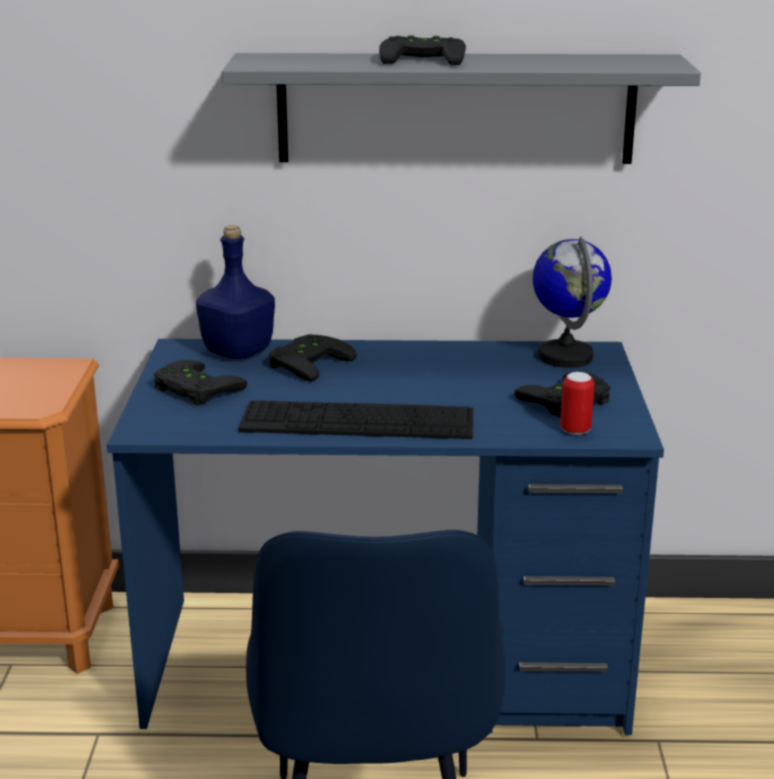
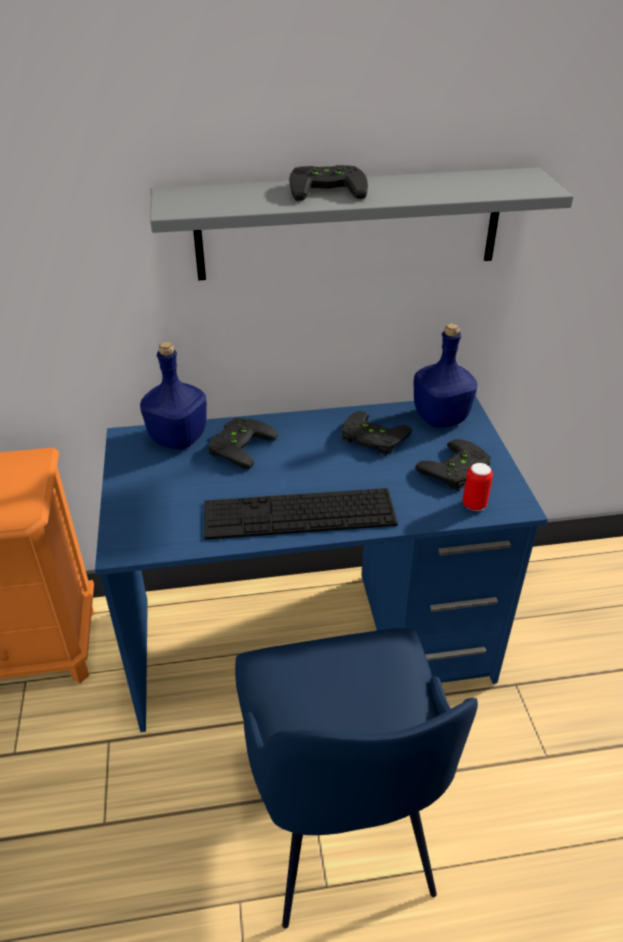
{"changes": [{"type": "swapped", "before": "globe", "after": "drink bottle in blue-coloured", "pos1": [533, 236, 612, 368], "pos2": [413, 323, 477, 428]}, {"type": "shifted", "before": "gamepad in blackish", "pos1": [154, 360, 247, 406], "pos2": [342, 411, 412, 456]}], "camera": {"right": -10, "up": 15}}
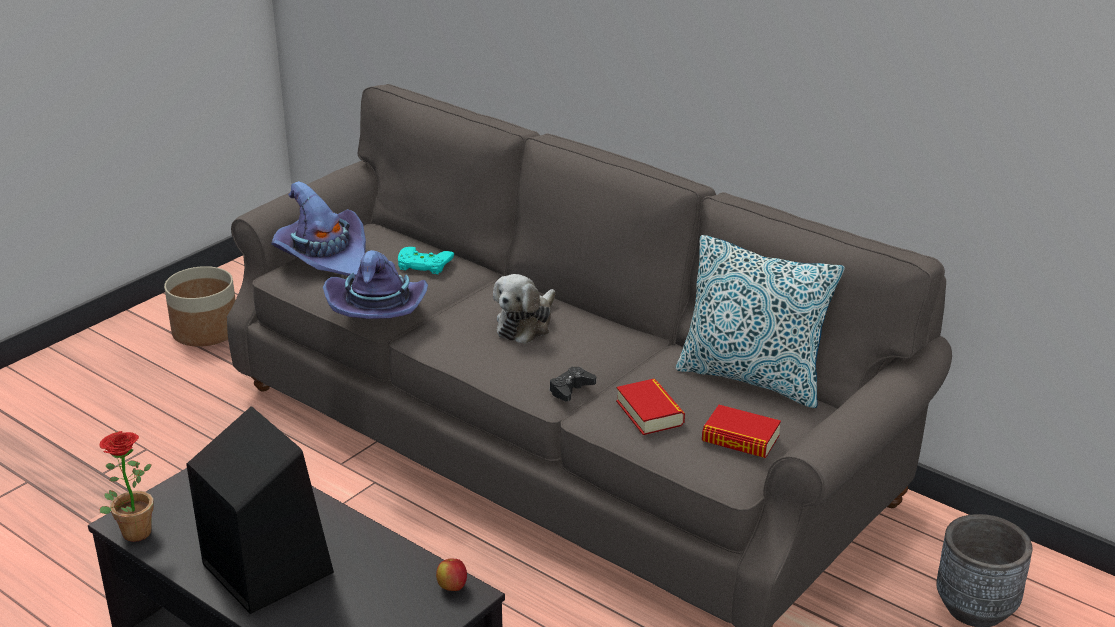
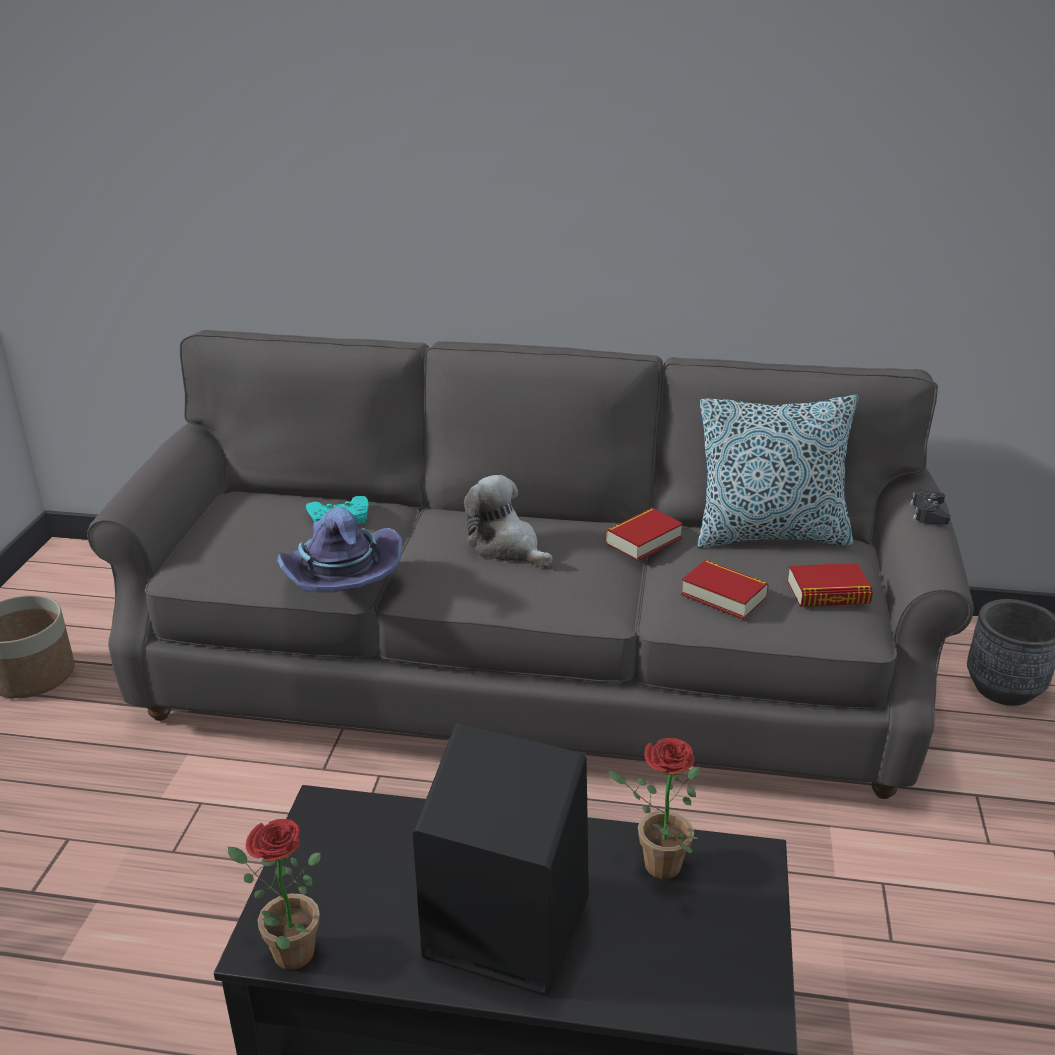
{"changes": [{"type": "gone", "before": "hat in purple-coloured", "pos1": [271, 181, 366, 277]}, {"type": "rotated", "before": "cuddly toy", "pos1": [493, 274, 555, 344], "pos2": [464, 475, 552, 567], "turn": 135}, {"type": "shifted", "before": "gamepad in blackish", "pos1": [549, 367, 596, 401], "pos2": [910, 489, 951, 524]}, {"type": "gone", "before": "apple fruit", "pos1": [436, 559, 467, 591]}, {"type": "new", "after": "book", "pos2": [605, 508, 683, 561]}, {"type": "new", "after": "plant in a pot", "pos2": [607, 738, 699, 879]}], "camera": {"right": -30, "up": 0}}
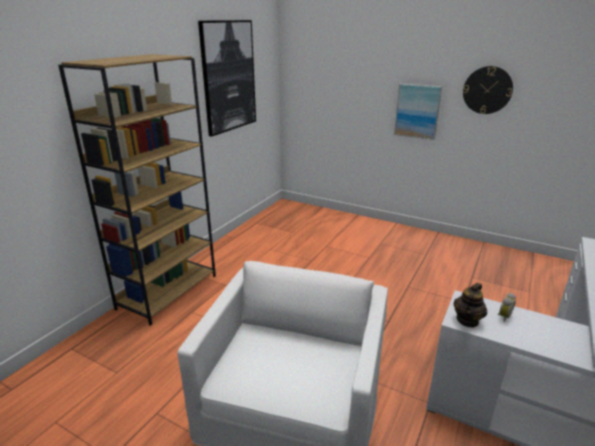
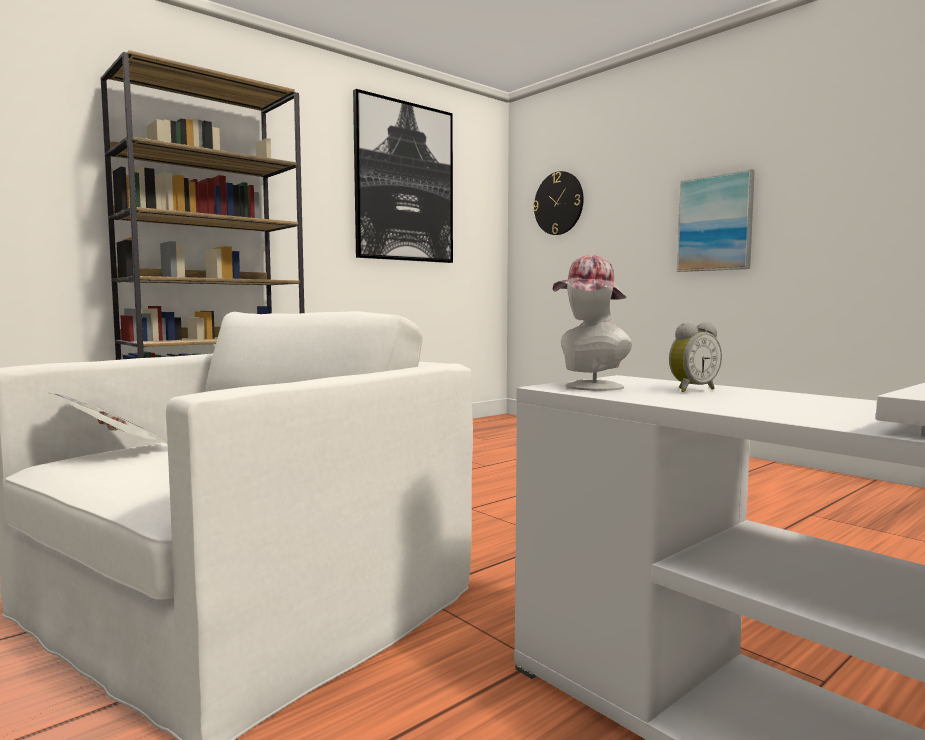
{"changes": [{"type": "shifted", "before": "wall clock", "pos1": [463, 66, 513, 114], "pos2": [533, 171, 584, 235]}, {"type": "swapped", "before": "pot for tea", "after": "hat", "pos1": [453, 283, 487, 328], "pos2": [553, 255, 632, 391]}, {"type": "new", "after": "newspaper", "pos2": [52, 393, 168, 444]}], "camera": {"right": 20, "up": -20}}
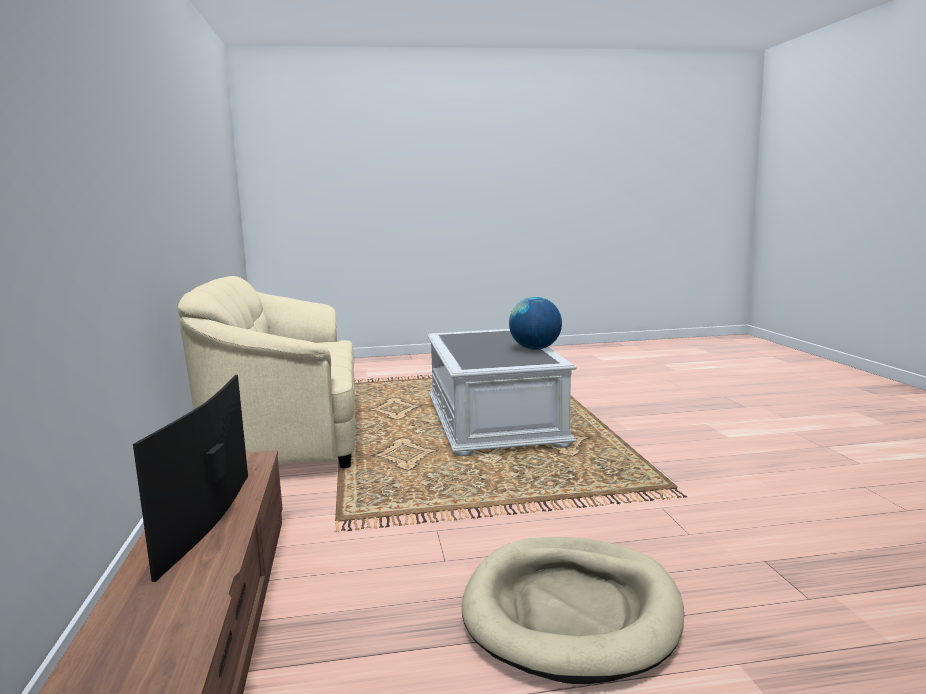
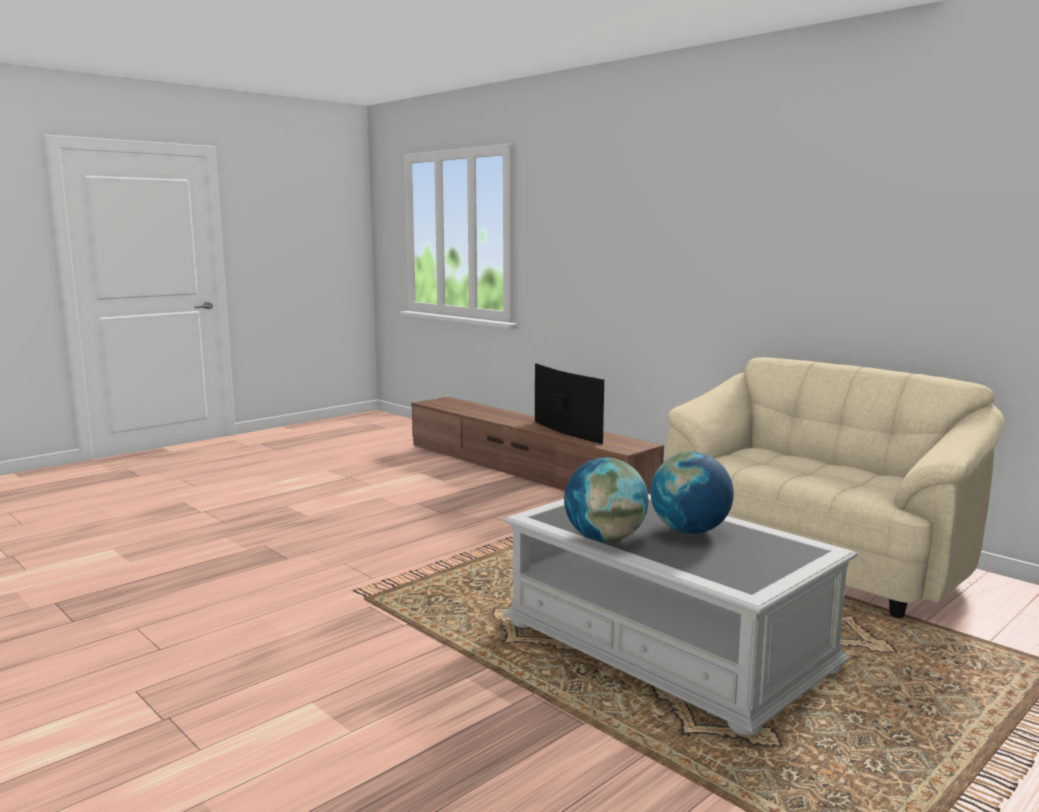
{"changes": [{"type": "gone", "before": "dog bed in beige", "pos1": [462, 537, 684, 684]}, {"type": "new", "after": "globe", "pos2": [650, 452, 734, 534]}], "camera": {"right": 145, "up": 0}}
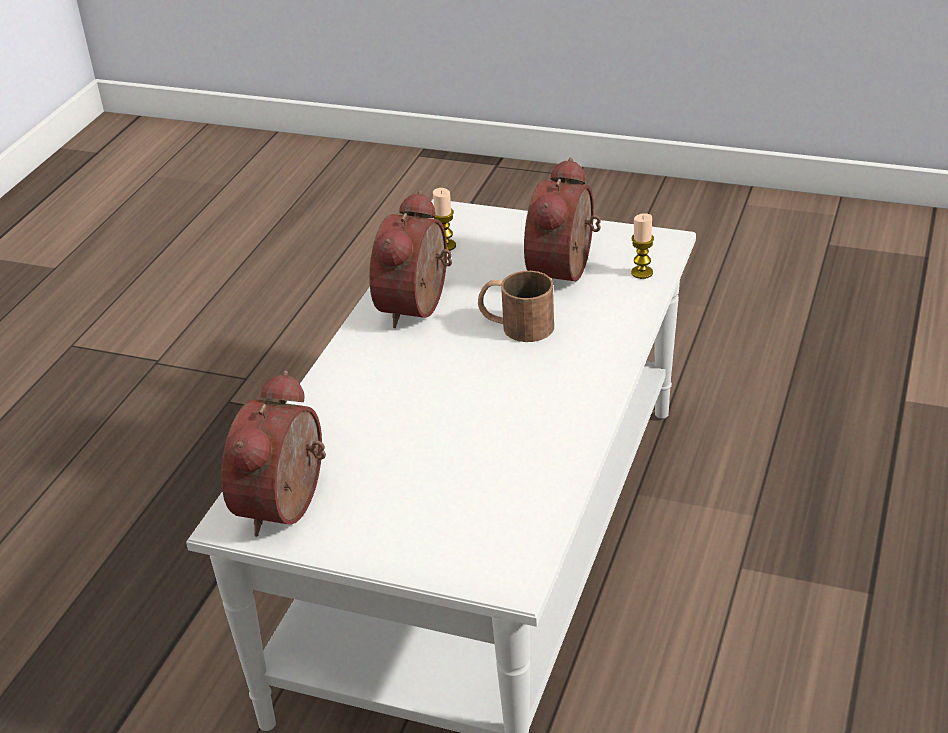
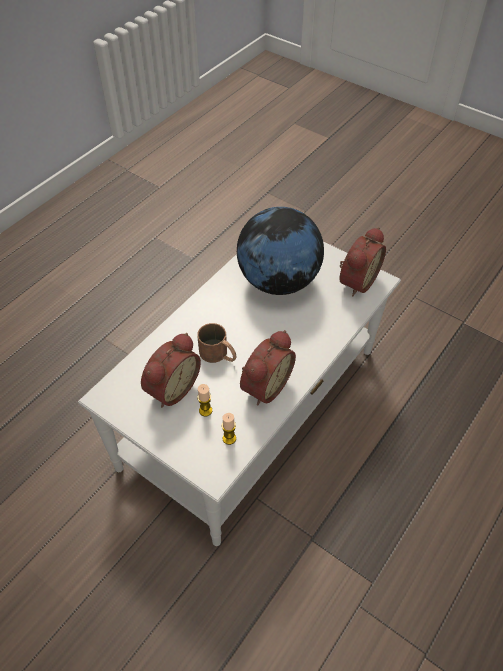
{"changes": [{"type": "shifted", "before": "wax candle", "pos1": [631, 213, 654, 279], "pos2": [197, 384, 212, 417]}, {"type": "new", "after": "globe", "pos2": [237, 207, 324, 295]}], "camera": {"right": -165, "up": 15}}
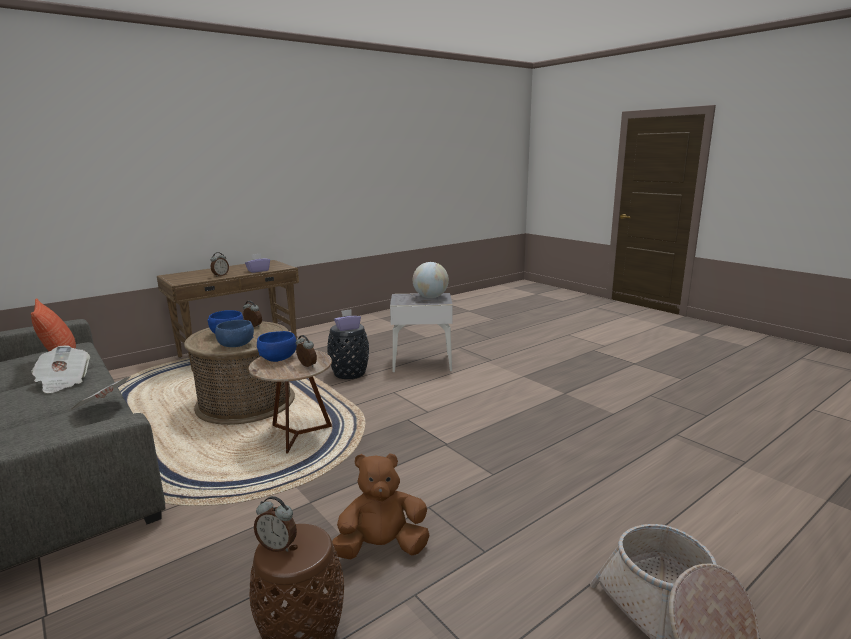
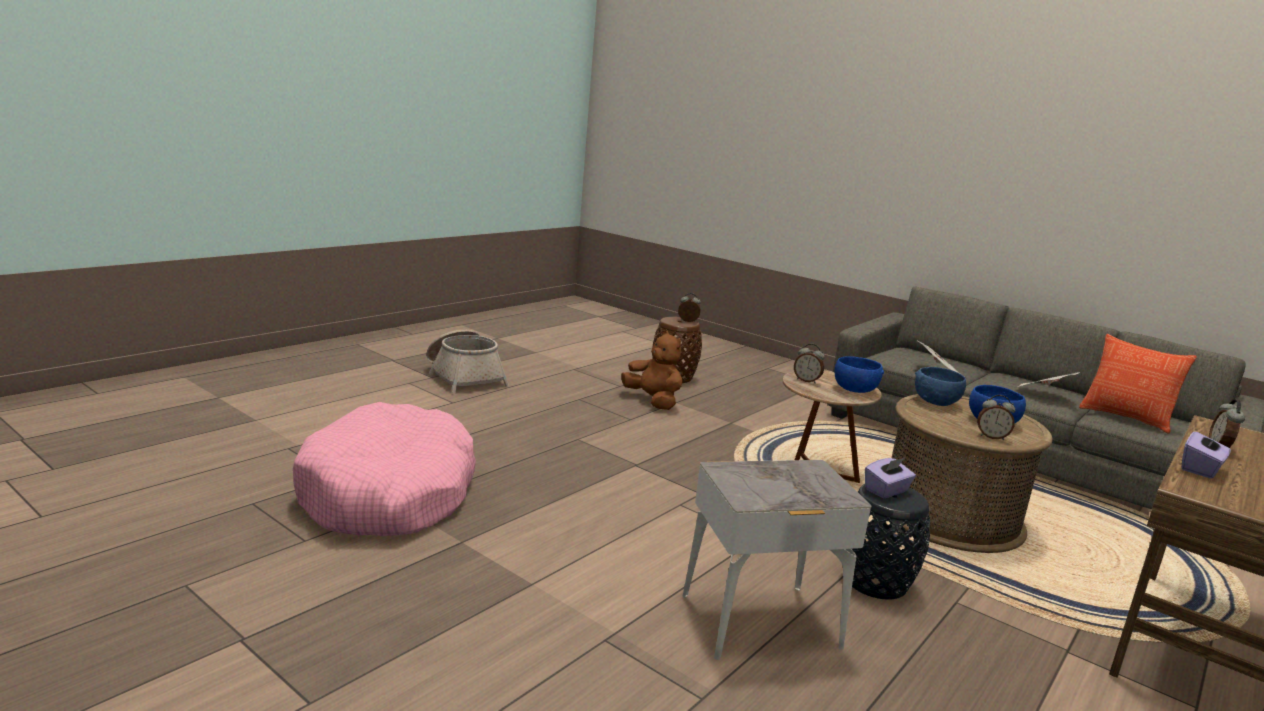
{"changes": [{"type": "gone", "before": "globe", "pos1": [413, 262, 449, 298]}, {"type": "rotated", "before": "cuddly toy in brown", "pos1": [332, 453, 430, 559], "pos2": [621, 331, 683, 410], "turn": -105}, {"type": "new", "after": "dog bed in pinkish", "pos2": [293, 402, 476, 536]}], "camera": {"right": 165, "up": 0}}
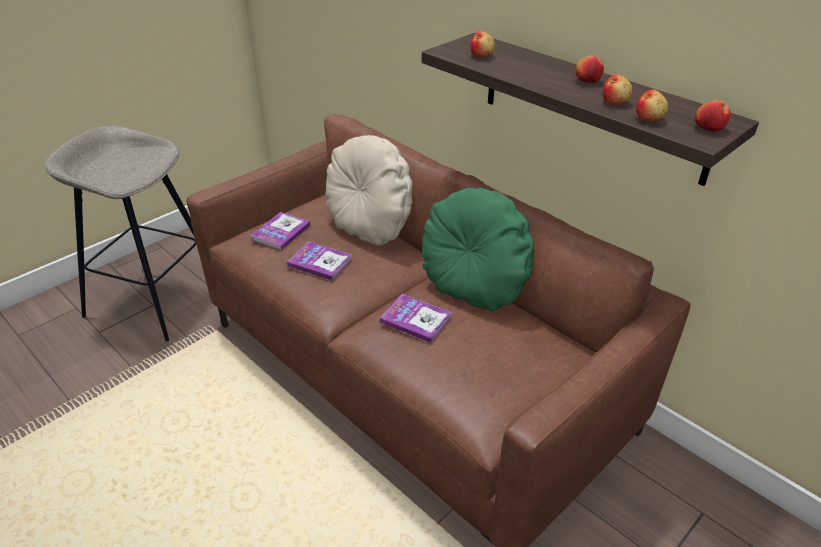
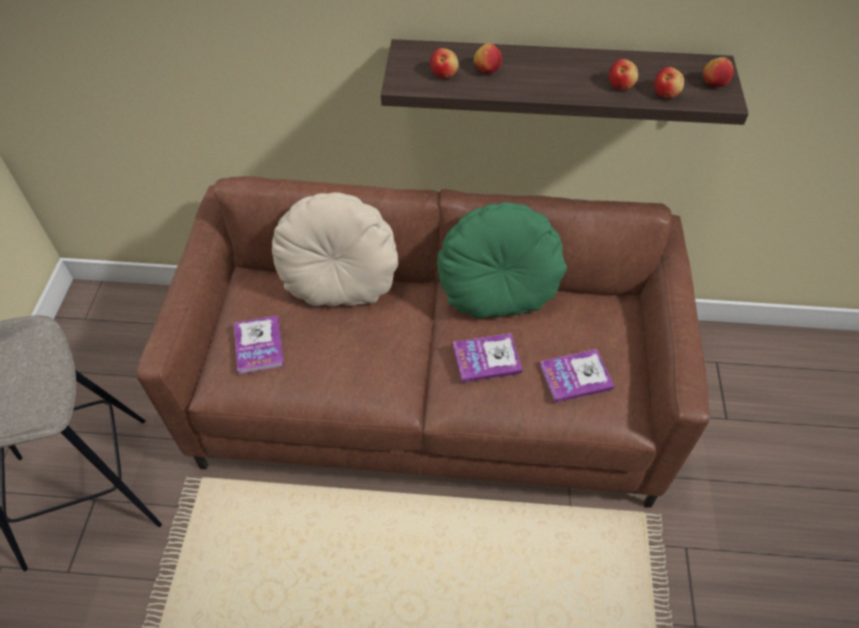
{"changes": [{"type": "shifted", "before": "apple fruit", "pos1": [576, 55, 604, 83], "pos2": [474, 43, 502, 74]}, {"type": "shifted", "before": "book", "pos1": [287, 242, 352, 281], "pos2": [539, 349, 615, 403]}], "camera": {"right": -40, "up": 15}}
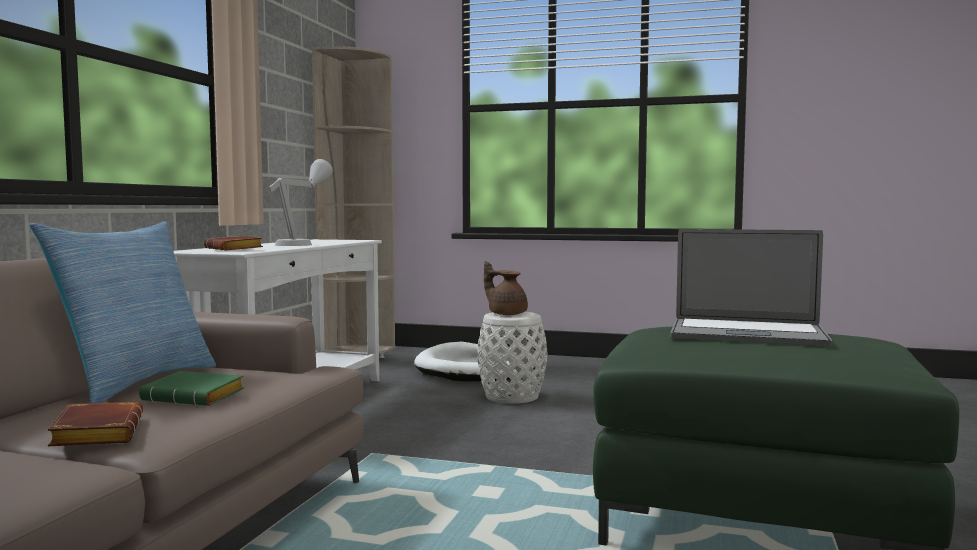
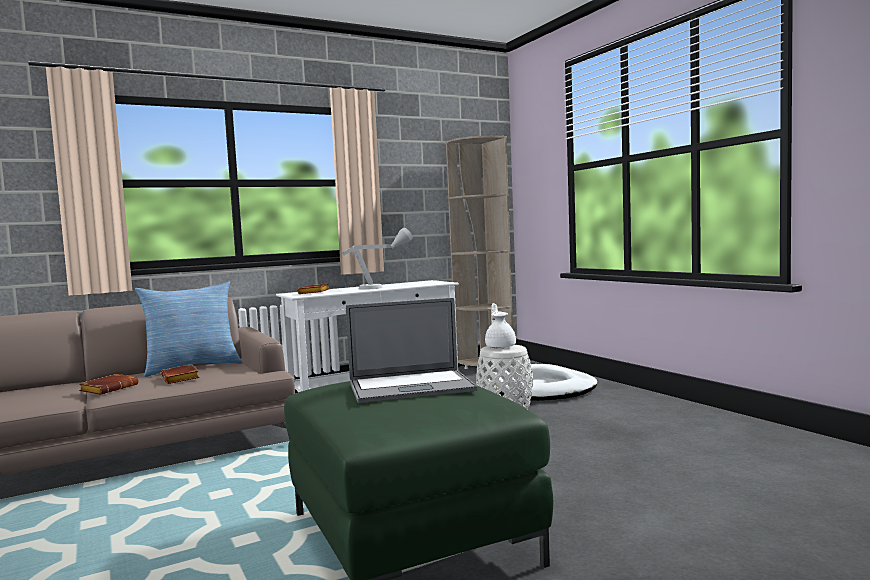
{"changes": [{"type": "rotated", "before": "laptop", "pos1": [671, 229, 832, 346], "pos2": [346, 298, 478, 403], "turn": -75}, {"type": "repainted", "before": "pot for tea in brown", "after": "pot for tea in whitish", "pos1": [484, 261, 528, 315], "pos2": [485, 303, 516, 348]}, {"type": "repainted", "before": "book in greenish", "after": "book in brown", "pos1": [139, 371, 244, 406], "pos2": [161, 364, 199, 384]}], "camera": {"right": 45, "up": 0}}
